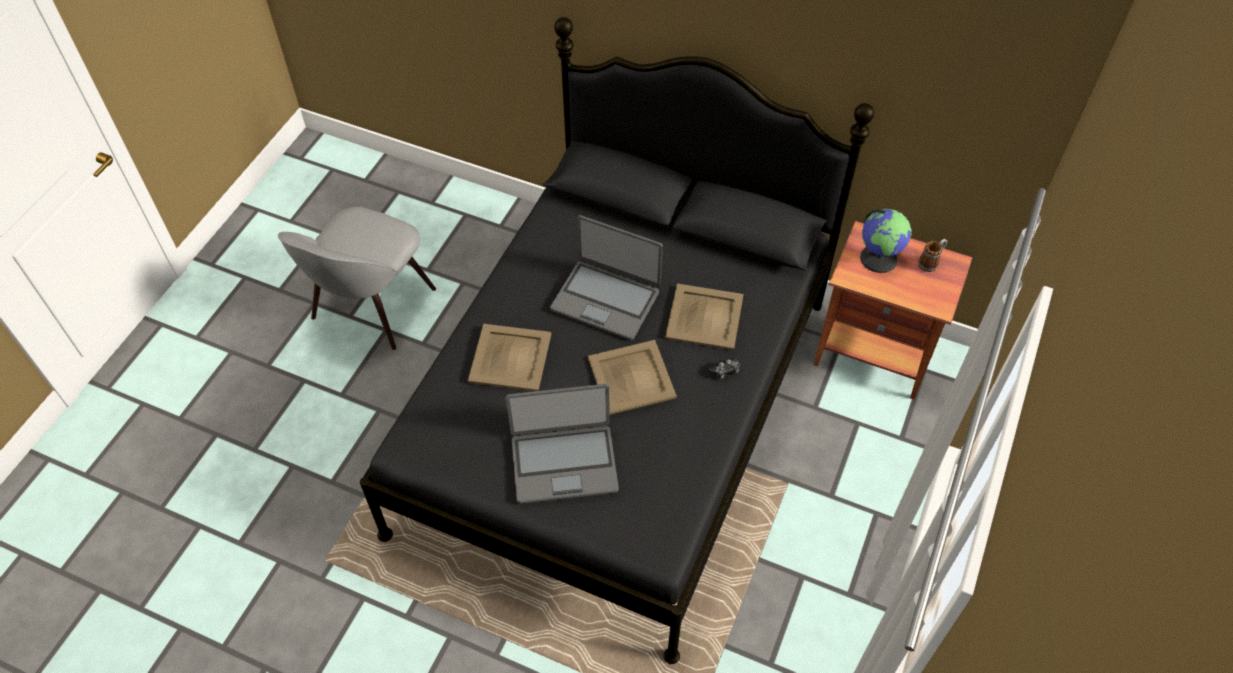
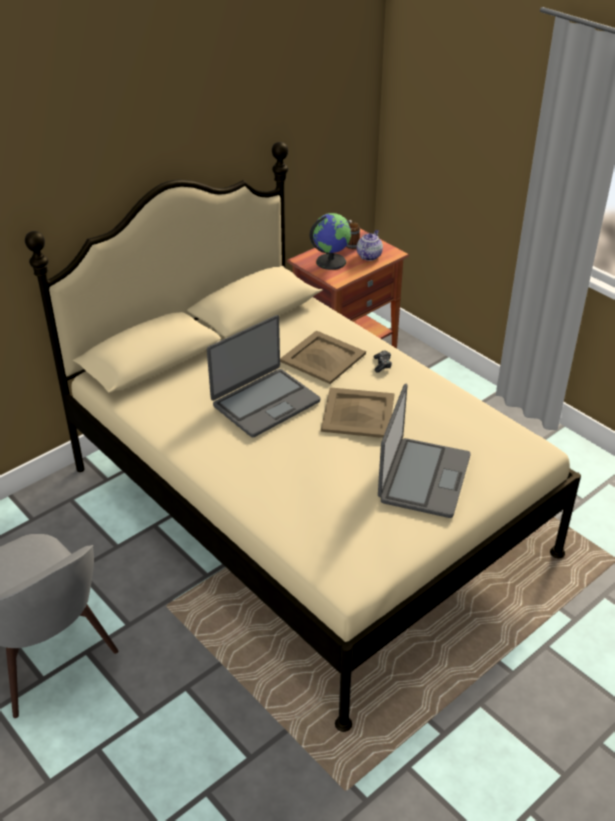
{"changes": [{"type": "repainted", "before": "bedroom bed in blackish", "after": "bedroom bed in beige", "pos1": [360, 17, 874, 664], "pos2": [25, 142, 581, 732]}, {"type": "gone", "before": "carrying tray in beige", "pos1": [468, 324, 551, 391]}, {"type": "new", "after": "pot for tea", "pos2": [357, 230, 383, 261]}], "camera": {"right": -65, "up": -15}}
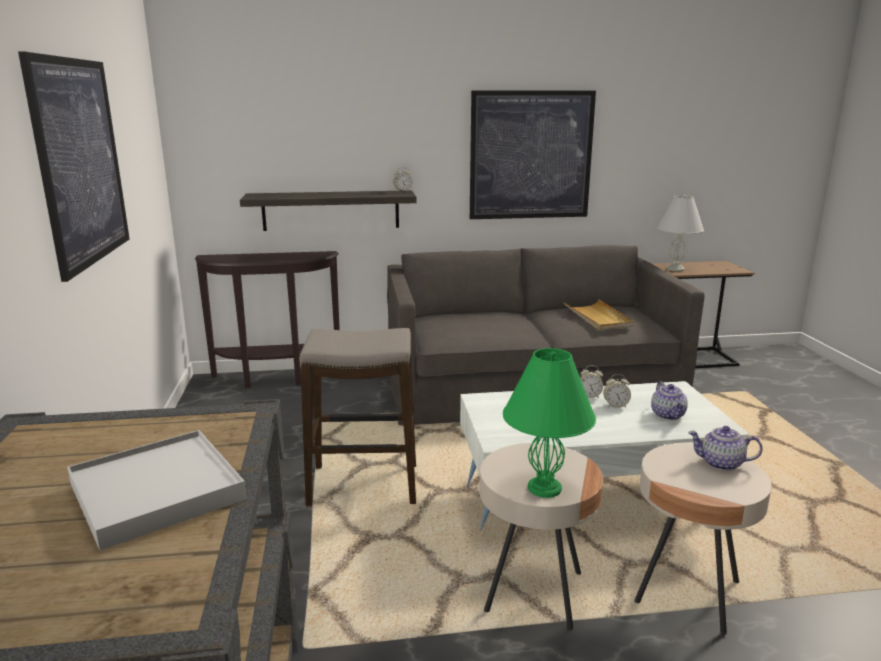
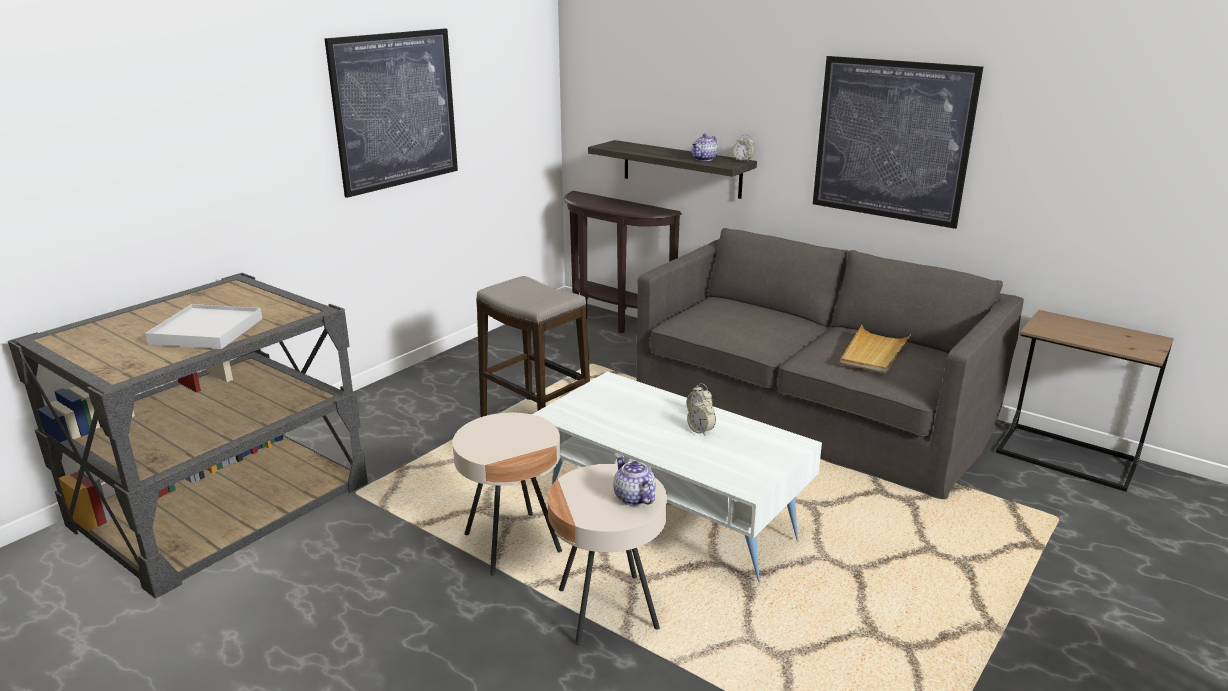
{"changes": [{"type": "gone", "before": "table lamp in whitish", "pos1": [657, 195, 704, 271]}, {"type": "gone", "before": "table lamp in greenish", "pos1": [503, 348, 596, 498]}, {"type": "shifted", "before": "pot for tea", "pos1": [651, 381, 688, 420], "pos2": [692, 134, 717, 161]}], "camera": {"right": 45, "up": 5}}
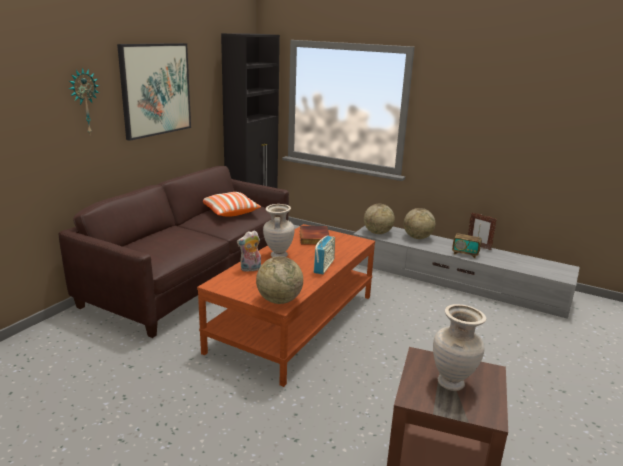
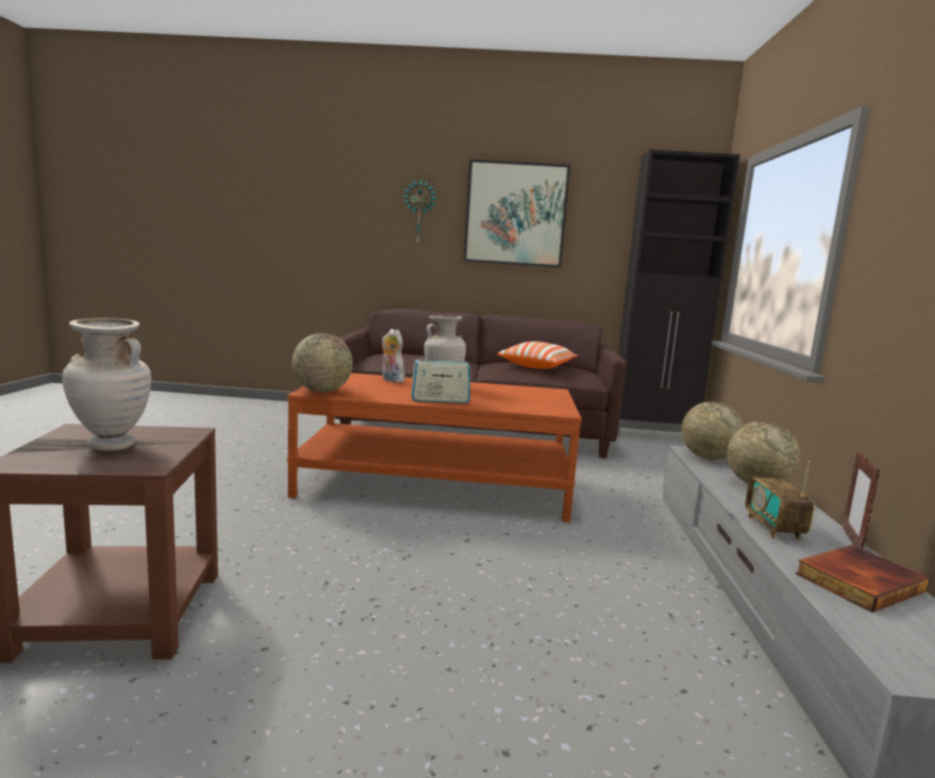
{"changes": [{"type": "shifted", "before": "book", "pos1": [300, 226, 329, 245], "pos2": [795, 545, 929, 613]}], "camera": {"right": 65, "up": -10}}
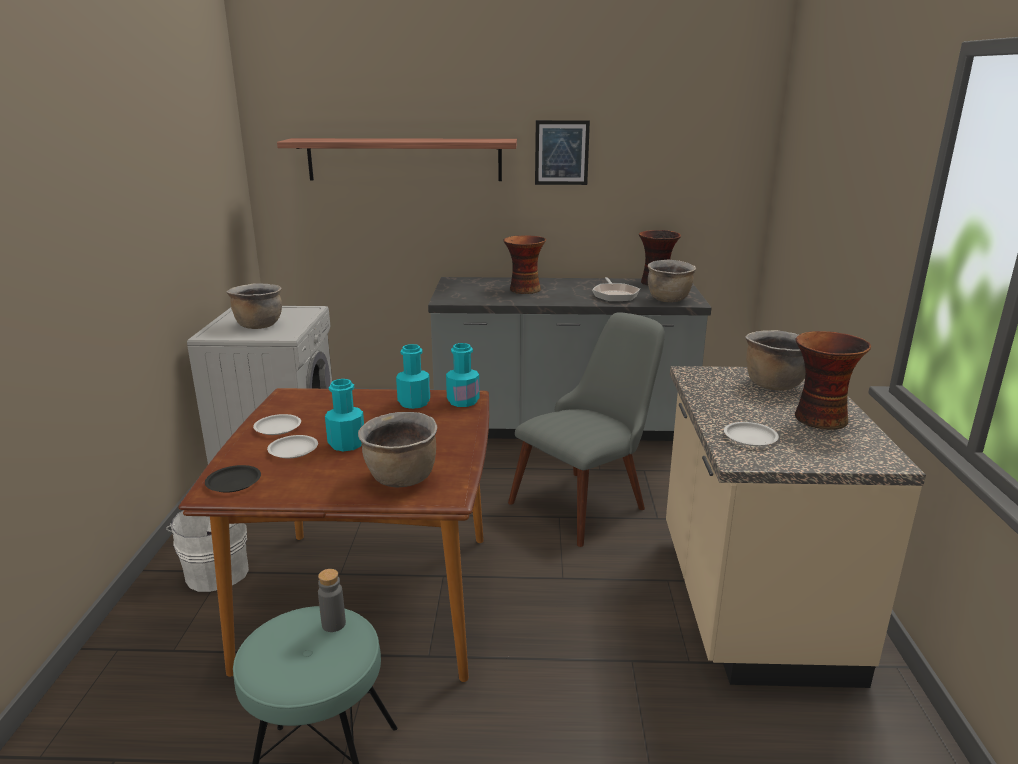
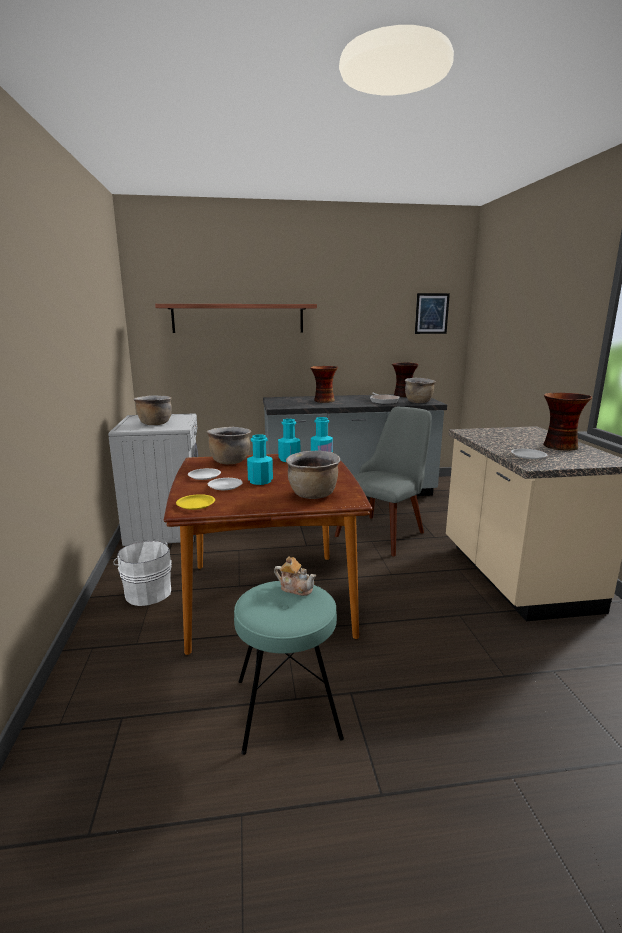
{"changes": [{"type": "shifted", "before": "picture", "pos1": [535, 120, 590, 185], "pos2": [415, 293, 450, 334]}, {"type": "shifted", "before": "cooking pot in brown", "pos1": [746, 330, 805, 391], "pos2": [207, 427, 251, 464]}, {"type": "repainted", "before": "dinner plate in blackish", "after": "dinner plate in yellow-coloured", "pos1": [205, 465, 261, 493], "pos2": [176, 494, 215, 510]}, {"type": "swapped", "before": "drink bottle in grey", "after": "pot for tea", "pos1": [318, 569, 346, 632], "pos2": [274, 556, 316, 596]}], "camera": {"right": -10, "up": -5}}
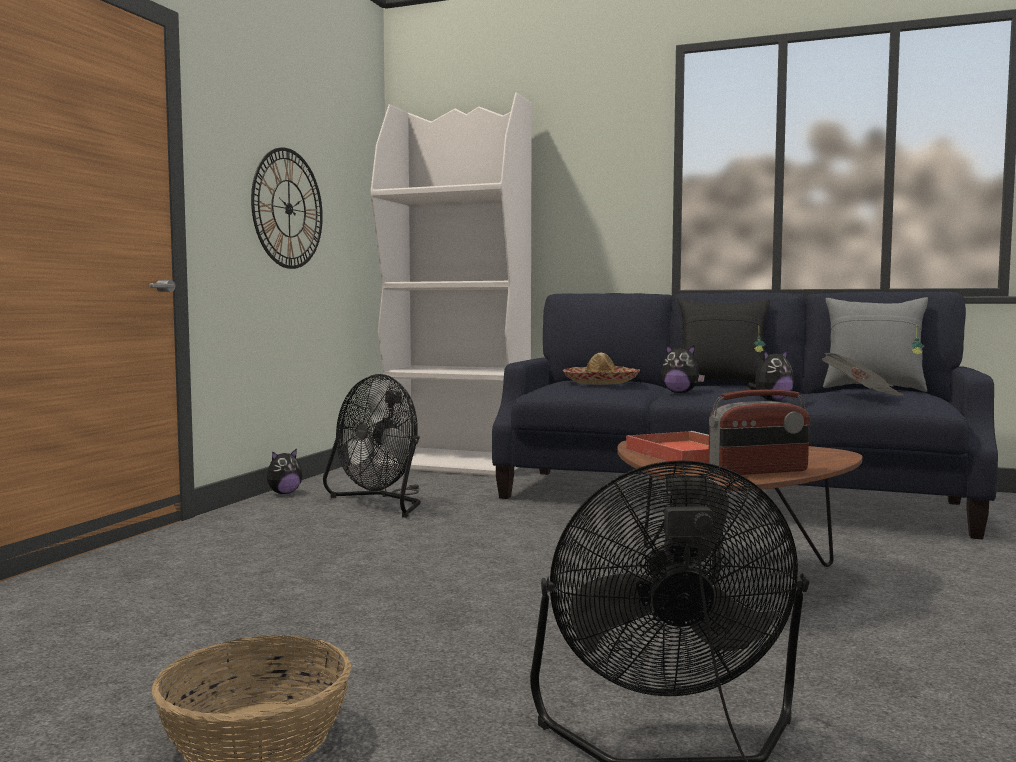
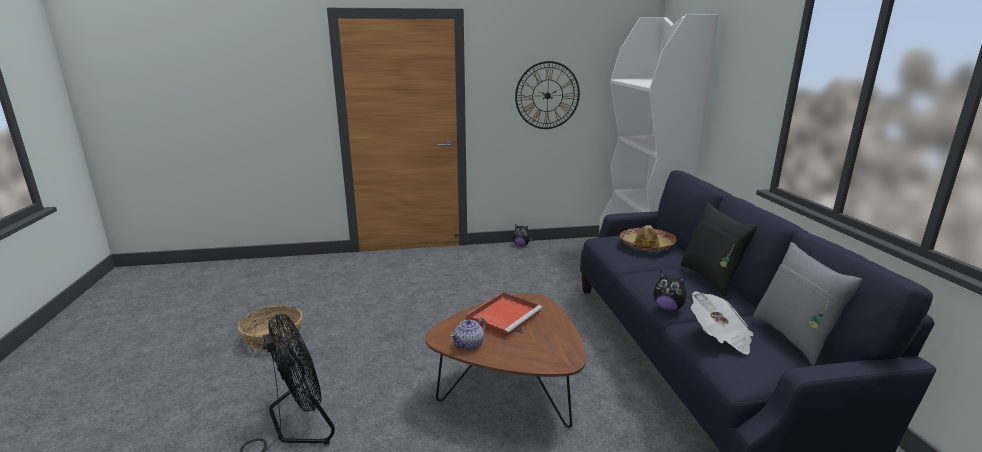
{"changes": [{"type": "gone", "before": "cuddly toy", "pos1": [661, 344, 705, 393]}, {"type": "gone", "before": "cooling fan in blackish", "pos1": [323, 374, 421, 518]}, {"type": "swapped", "before": "radio", "after": "pot for tea", "pos1": [708, 389, 809, 476], "pos2": [450, 317, 486, 351]}], "camera": {"right": 60, "up": 15}}
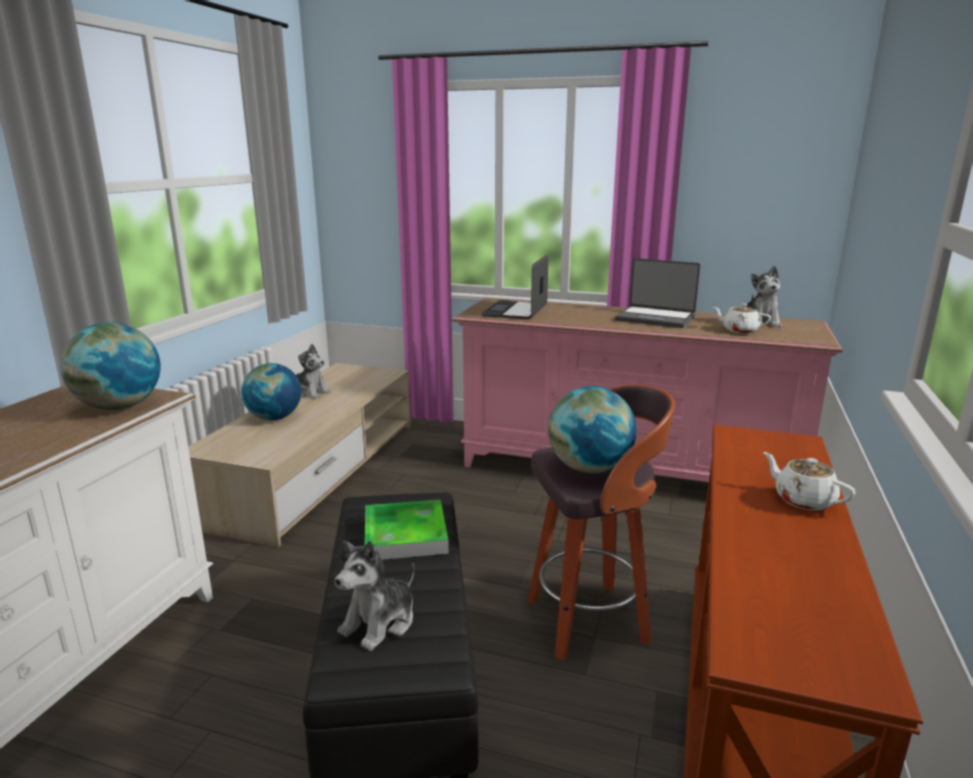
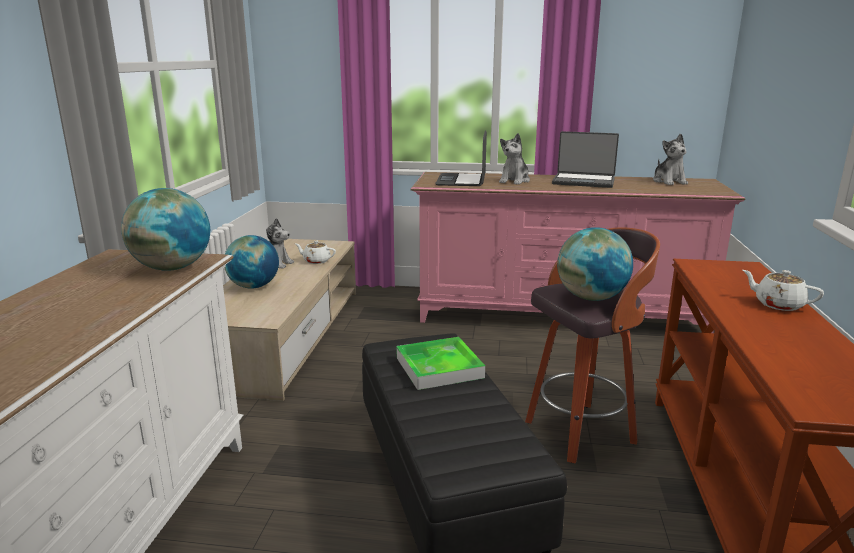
{"changes": [{"type": "shifted", "before": "pot for tea in whitish", "pos1": [712, 304, 771, 334], "pos2": [295, 241, 336, 264]}, {"type": "shifted", "before": "cuddly toy", "pos1": [335, 540, 414, 651], "pos2": [499, 133, 530, 184]}], "camera": {"right": -10, "up": 0}}
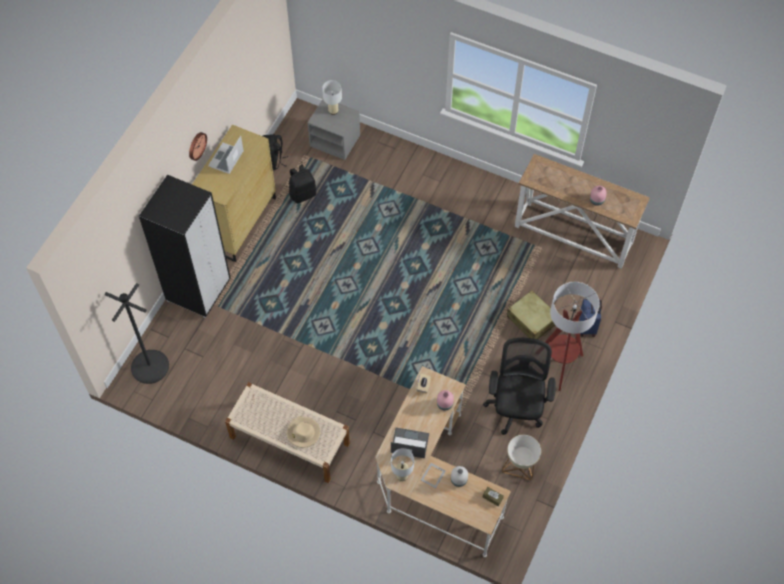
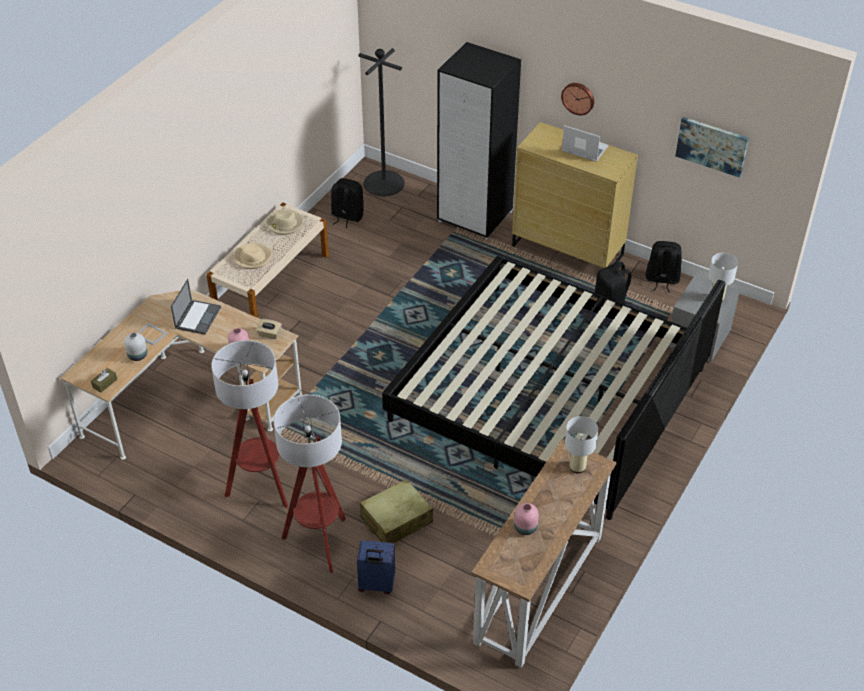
{"changes": [{"type": "swapped", "before": "computer chair in blackish", "after": "floor lamp", "pos1": [483, 338, 556, 435], "pos2": [211, 340, 288, 508]}, {"type": "gone", "before": "plant pot", "pos1": [502, 435, 541, 480]}, {"type": "shifted", "before": "table lamp in whitish", "pos1": [391, 448, 414, 481], "pos2": [565, 416, 598, 473]}, {"type": "new", "after": "picture", "pos2": [675, 117, 749, 178]}, {"type": "new", "after": "rucksack in blackish", "pos2": [331, 178, 364, 228]}, {"type": "new", "after": "hat in beige", "pos2": [266, 210, 303, 235]}, {"type": "new", "after": "bedroom bed", "pos2": [382, 256, 725, 520]}], "camera": {"right": 95, "up": -15}}
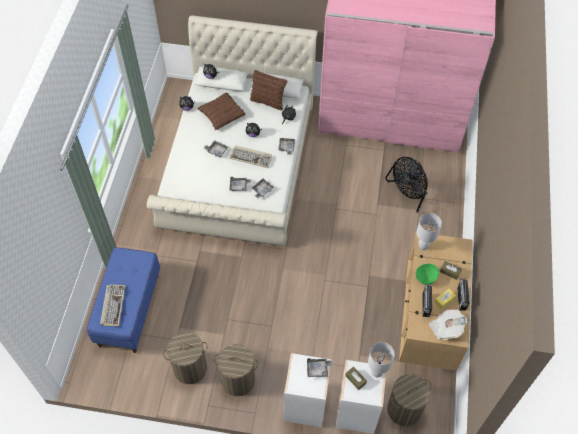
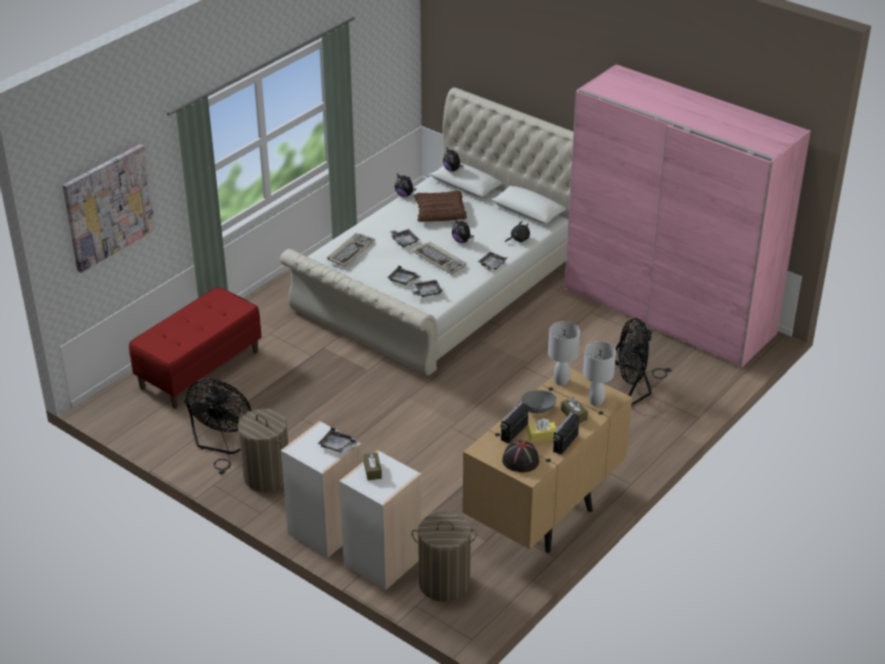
{"changes": [{"type": "gone", "before": "pillow in brown", "pos1": [250, 70, 287, 110]}, {"type": "repainted", "before": "long seat in blue-coloured", "after": "long seat in red-coloured", "pos1": [87, 247, 160, 353], "pos2": [129, 287, 262, 409]}, {"type": "repainted", "before": "bowl in greenish", "after": "bowl in grey", "pos1": [416, 263, 439, 285], "pos2": [522, 390, 556, 413]}, {"type": "shifted", "before": "computer keyboard", "pos1": [100, 284, 125, 327], "pos2": [327, 233, 375, 267]}, {"type": "swapped", "before": "newspaper", "after": "hat in blackish", "pos1": [429, 310, 467, 340], "pos2": [502, 440, 539, 472]}, {"type": "swapped", "before": "hamper", "after": "cooling fan in blackish", "pos1": [163, 332, 208, 384], "pos2": [184, 379, 251, 474]}, {"type": "shifted", "before": "table lamp in whitish", "pos1": [368, 342, 395, 377], "pos2": [583, 341, 616, 406]}, {"type": "new", "after": "picture", "pos2": [63, 144, 156, 273]}], "camera": {"right": 30, "up": -20}}
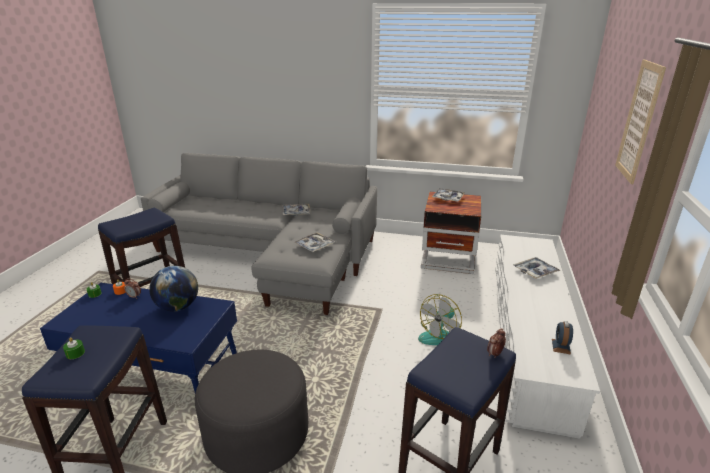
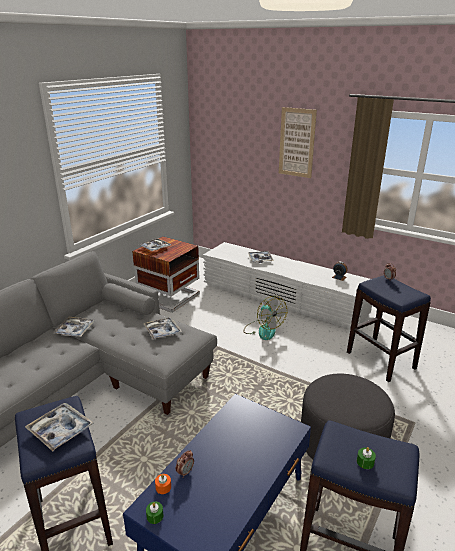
{"changes": [{"type": "gone", "before": "globe", "pos1": [149, 266, 198, 312]}, {"type": "new", "after": "carrying tray", "pos2": [25, 403, 94, 452]}], "camera": {"right": -70, "up": 0}}
